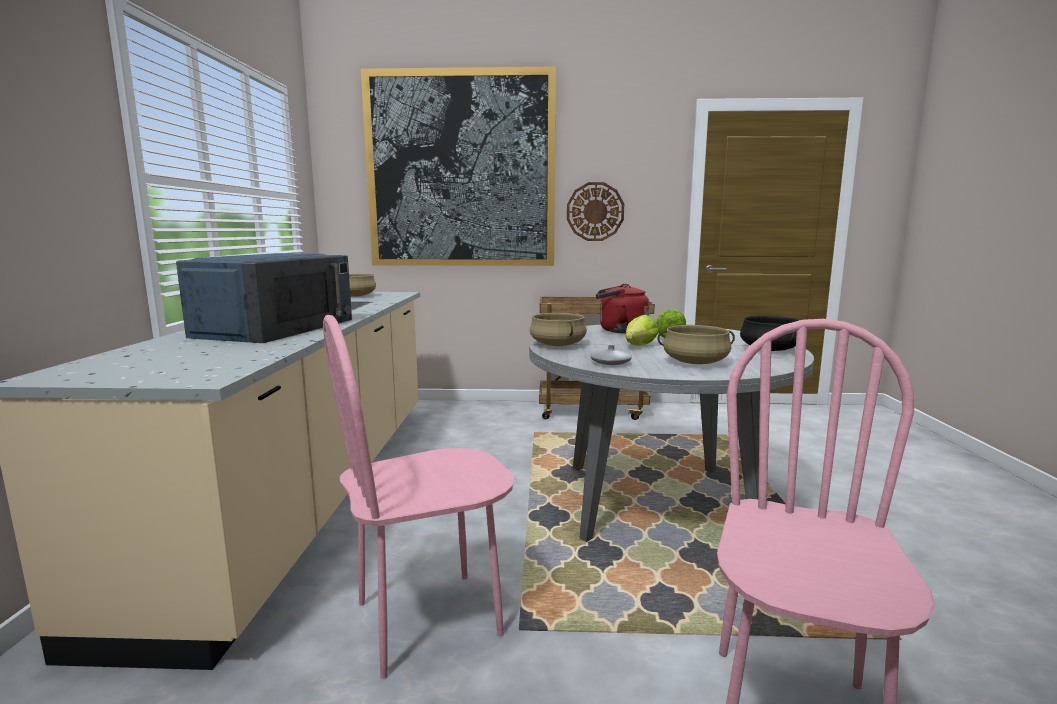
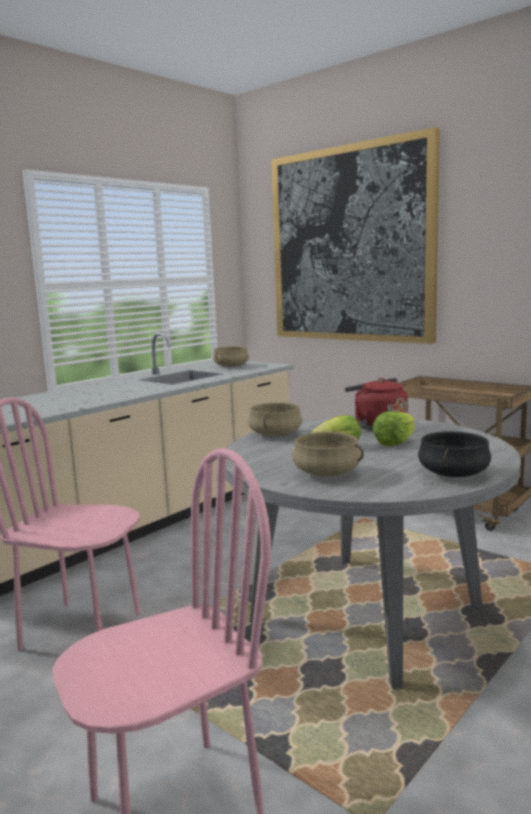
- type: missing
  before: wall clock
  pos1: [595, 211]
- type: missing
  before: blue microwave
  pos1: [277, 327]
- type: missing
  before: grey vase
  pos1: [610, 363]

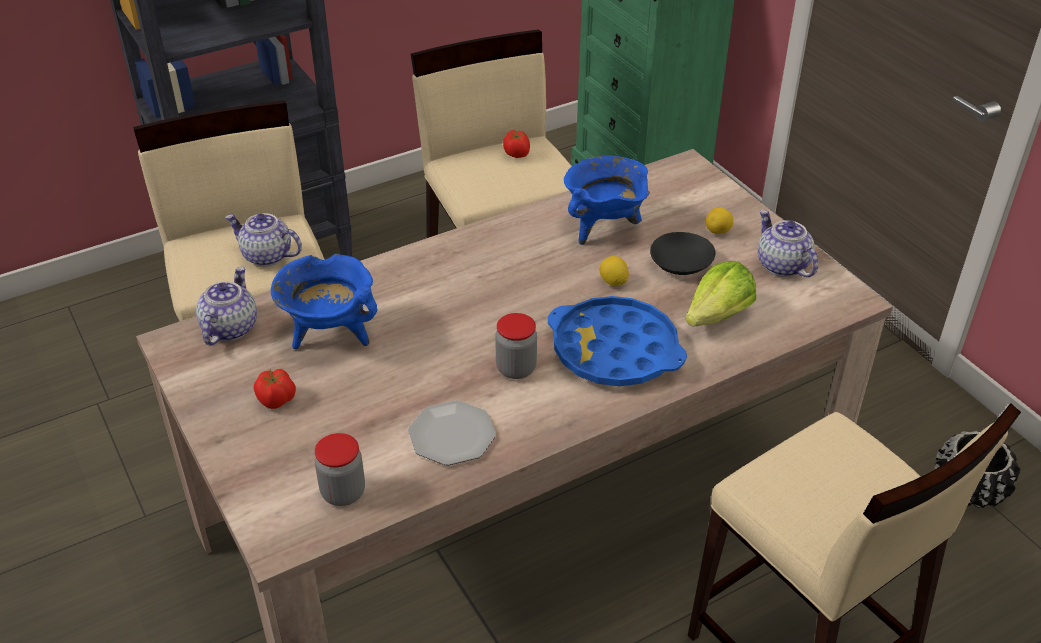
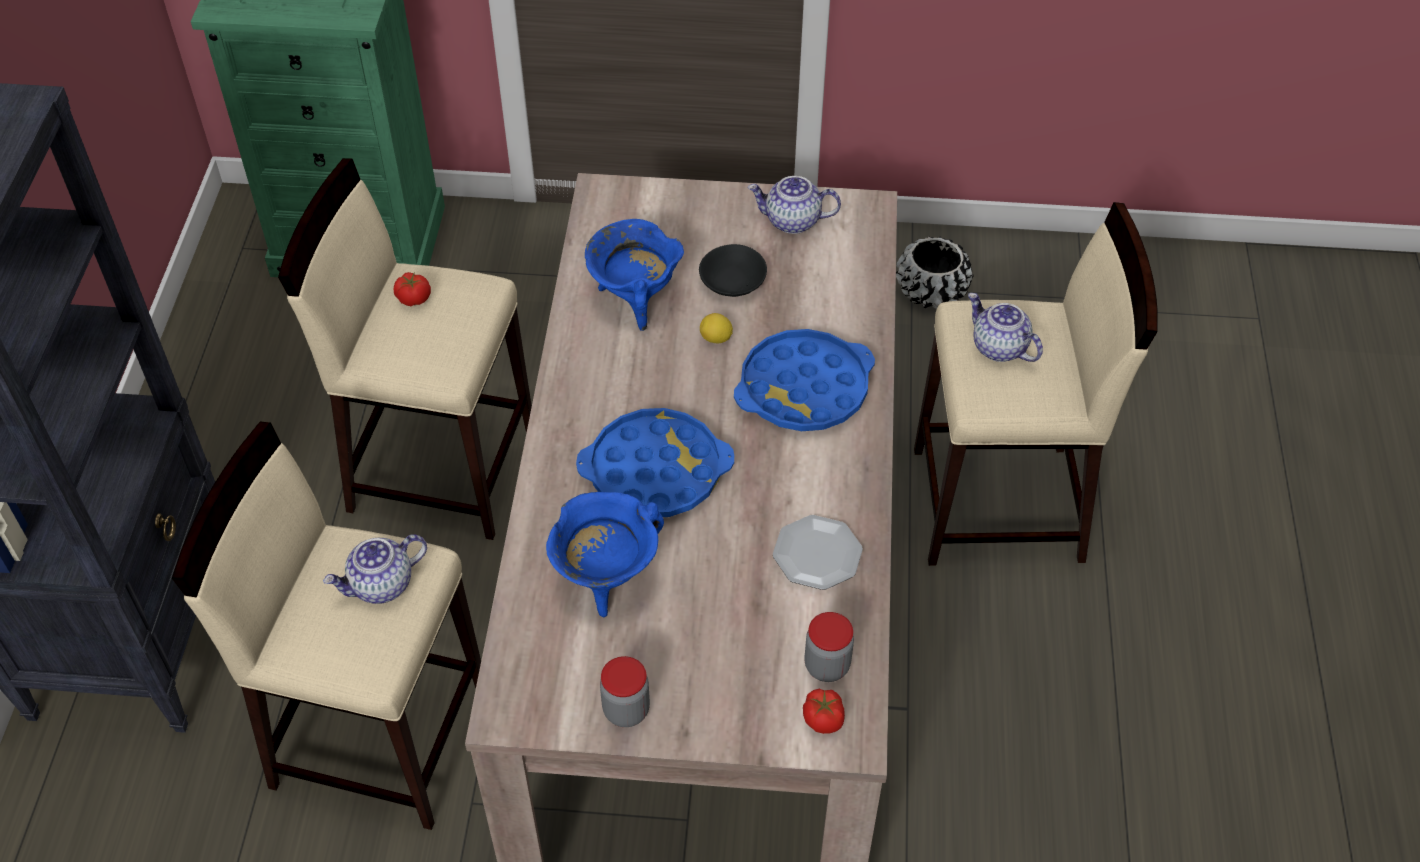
- type: missing
  before: lemon
  pos1: [718, 231]
- type: missing
  before: lettuce
  pos1: [718, 316]
- type: relocated
  before: teapot
  pos1: [229, 327]
  pos2: [998, 347]
- type: relocated
  before: jar
  pos1: [516, 368]
  pos2: [626, 710]
- type: relocated
  before: tomato
  pos1: [277, 400]
  pos2: [823, 719]
- type: appeared
  after: blue tray
  pos2: [655, 471]

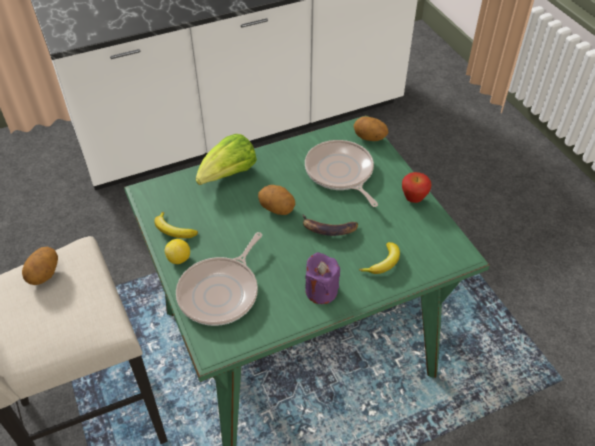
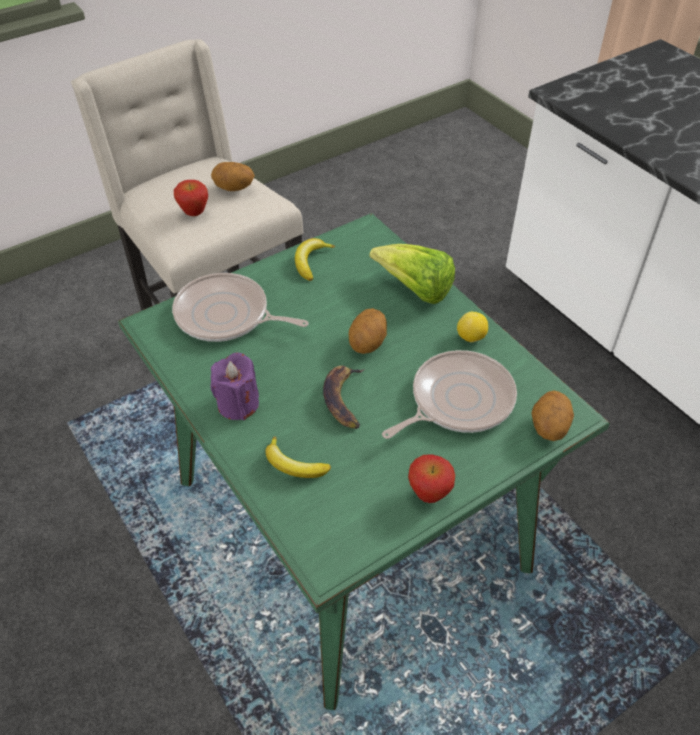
- type: relocated
  before: lemon
  pos1: [179, 259]
  pos2: [471, 338]
- type: appeared
  after: apple
  pos2: [194, 213]

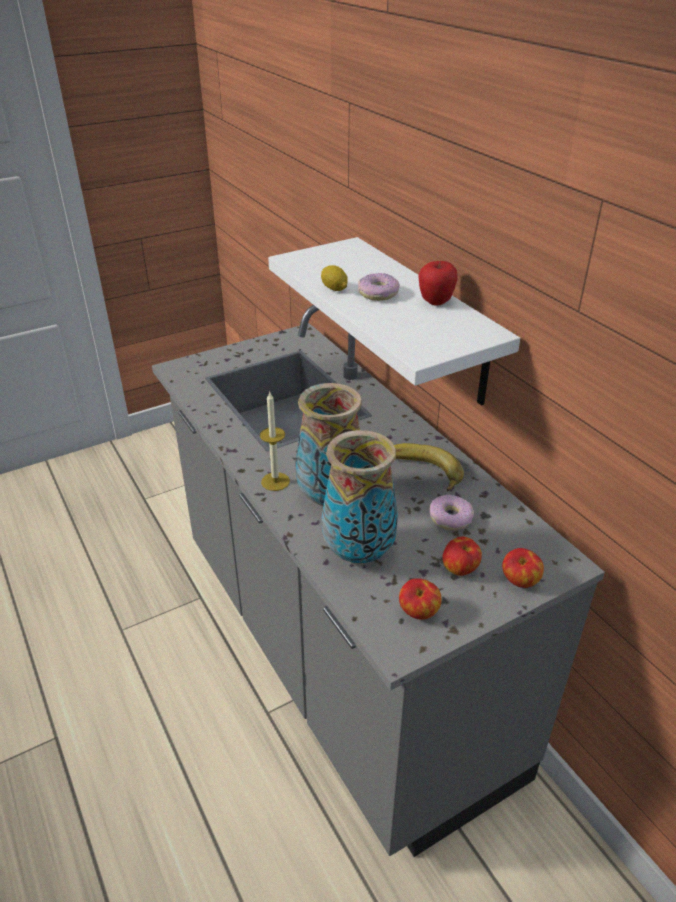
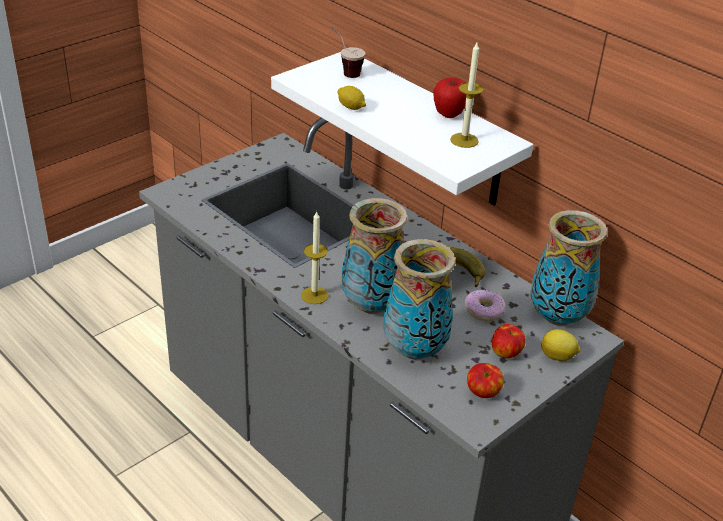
- type: missing
  before: donut
  pos1: [378, 293]
- type: exchanged
  before: apple
  after: lemon
  pos1: [519, 581]
  pos2: [558, 357]
- type: appeared
  after: cup
  pos2: [344, 71]
- type: appeared
  after: candle
  pos2: [464, 140]
- type: appeared
  after: vase
  pos2: [557, 317]

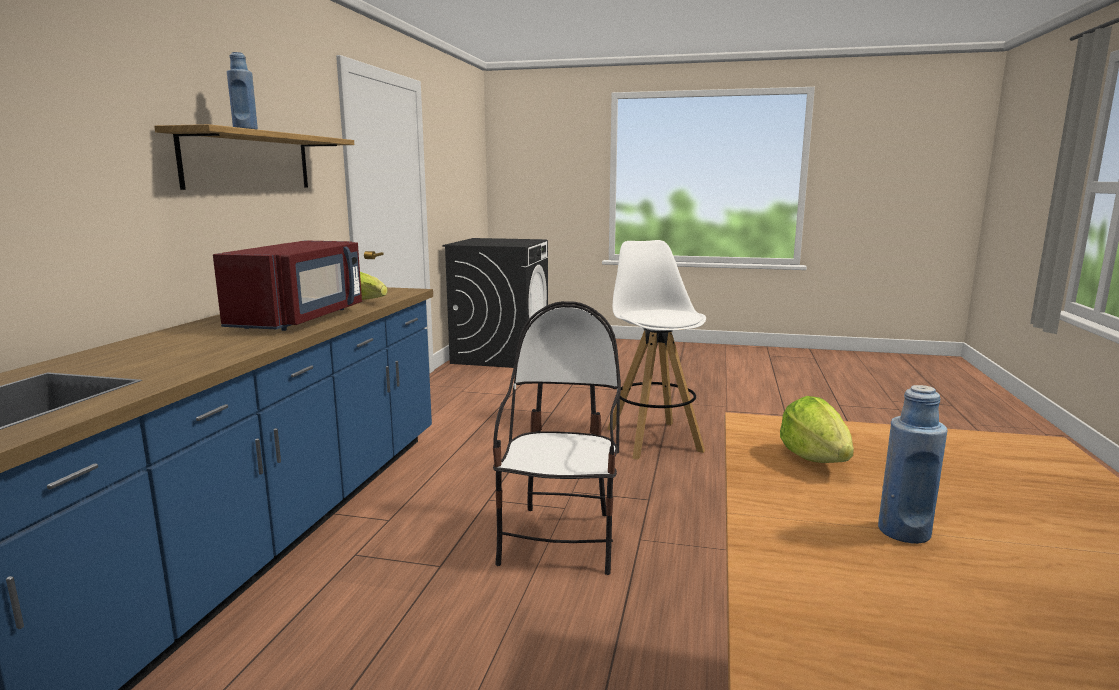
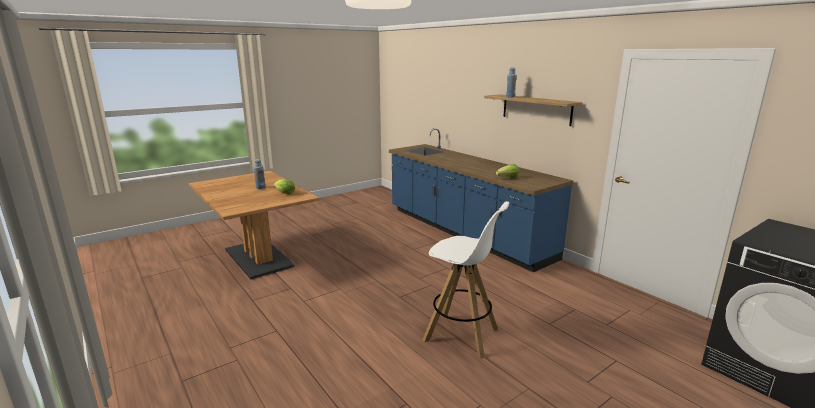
- type: missing
  before: red microwave
  pos1: [301, 319]
- type: missing
  before: chair
  pos1: [561, 540]

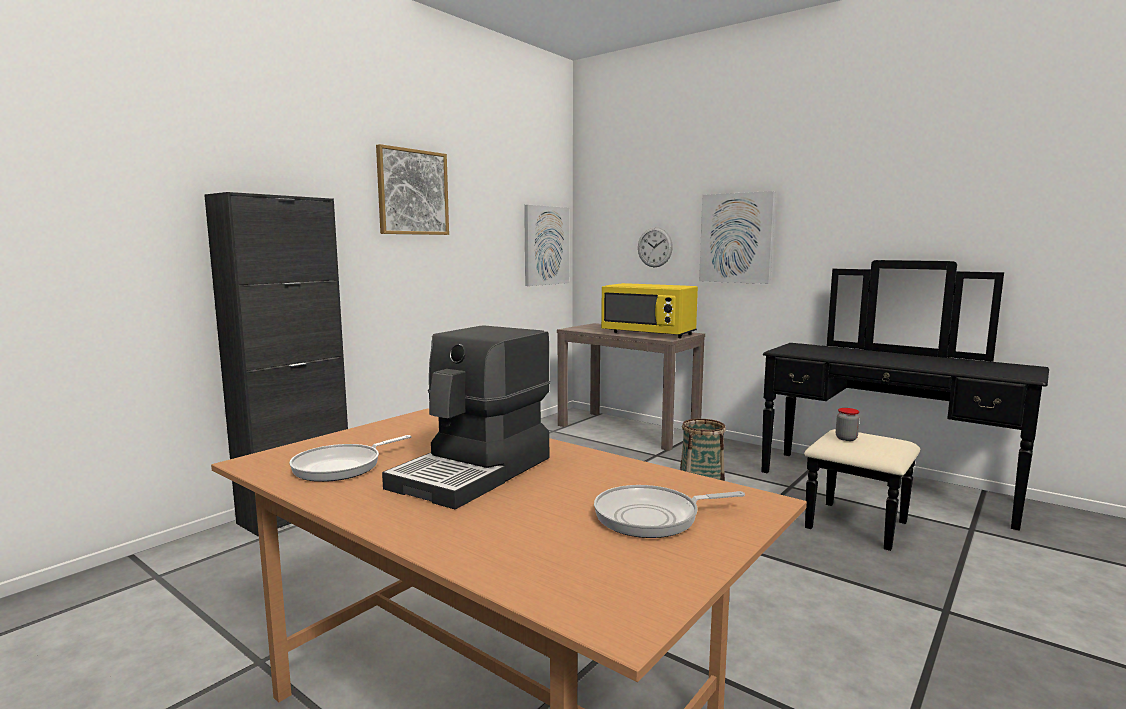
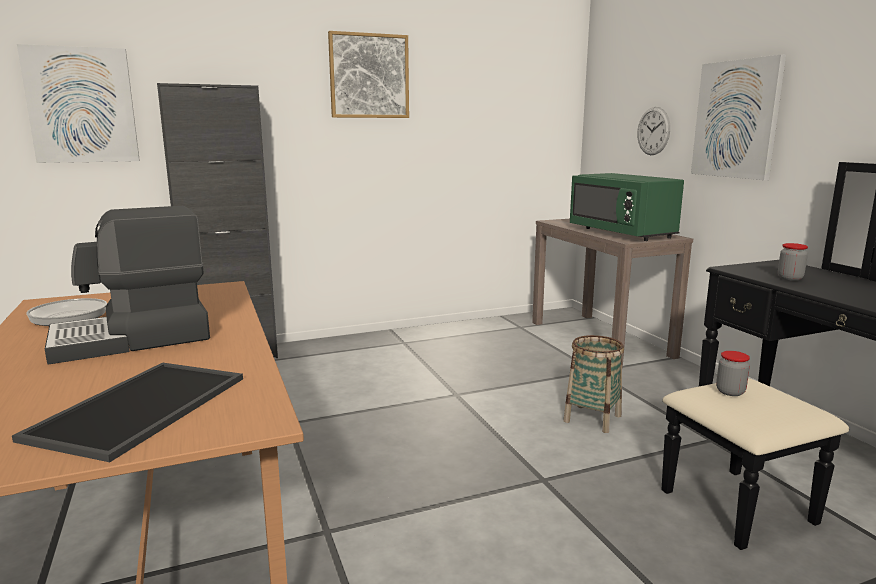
- type: relocated
  before: picture
  pos1: [546, 245]
  pos2: [82, 105]
- type: colour
  before: yellow microwave
  after: green microwave
  pos1: [649, 333]
  pos2: [622, 233]
- type: exchanged
  before: frying pan
  after: tray
  pos1: [652, 517]
  pos2: [141, 408]
- type: appeared
  after: jar
  pos2: [790, 278]

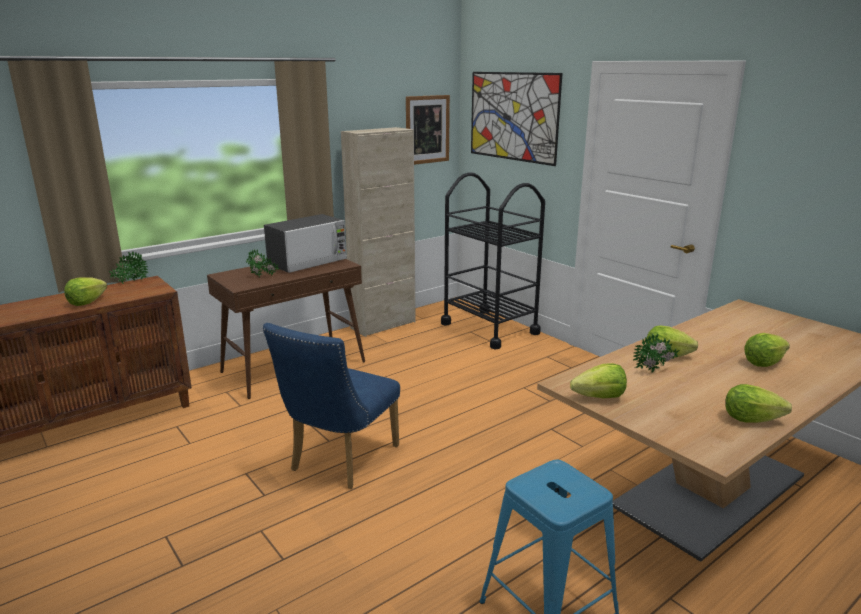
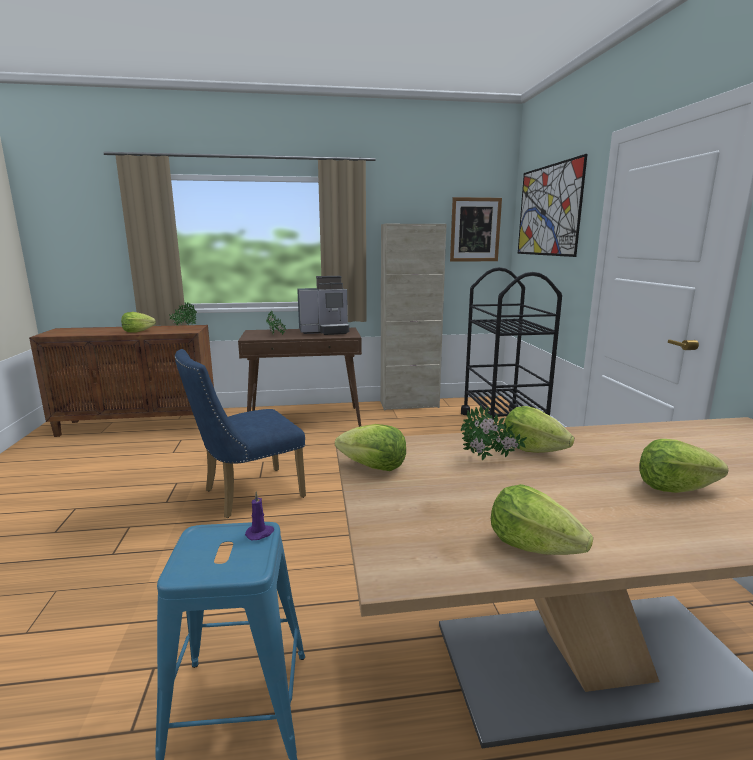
- type: exchanged
  before: microwave
  after: coffee machine
  pos1: [308, 262]
  pos2: [325, 331]
- type: appeared
  after: purple candle
  pos2: [260, 533]

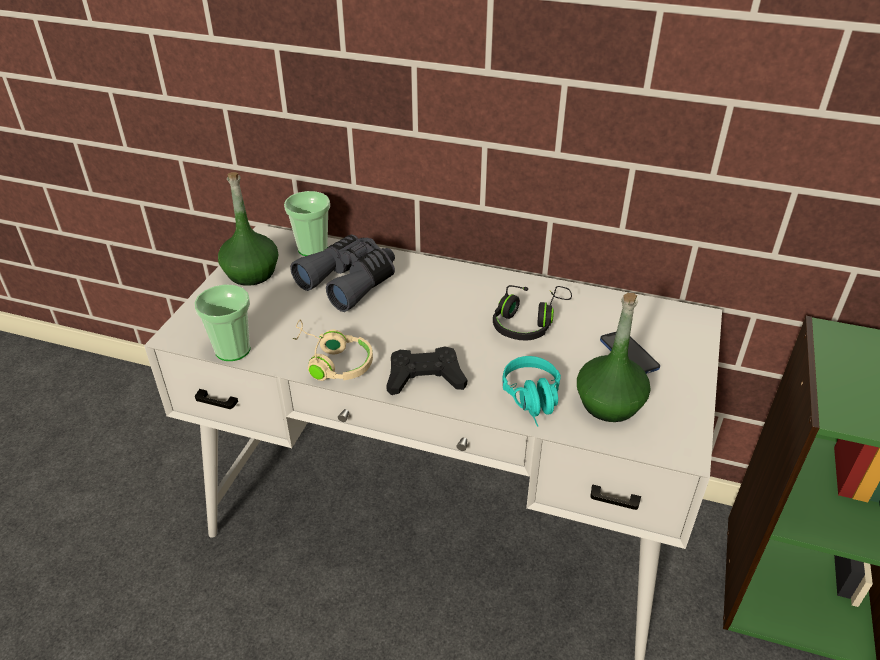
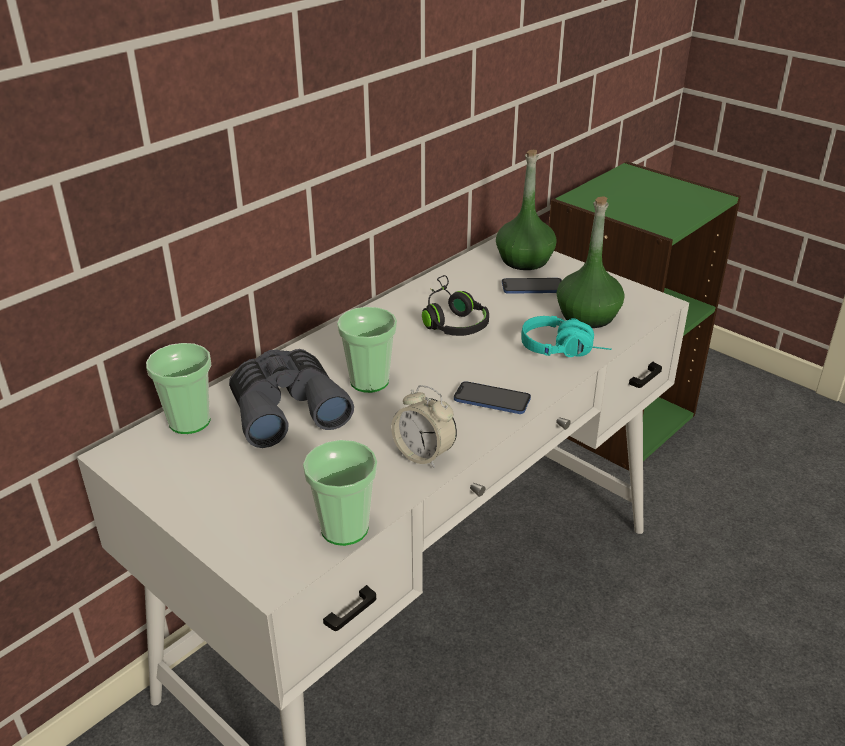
- type: relocated
  before: green bottle
  pos1: [251, 273]
  pos2: [524, 260]
- type: exchanged
  before: beige headphones
  after: alarm clock
  pos1: [331, 361]
  pos2: [424, 454]
- type: exchanged
  before: black game controller
  after: phone
  pos1: [425, 377]
  pos2: [492, 399]
- type: appeared
  after: cup
  pos2: [369, 381]

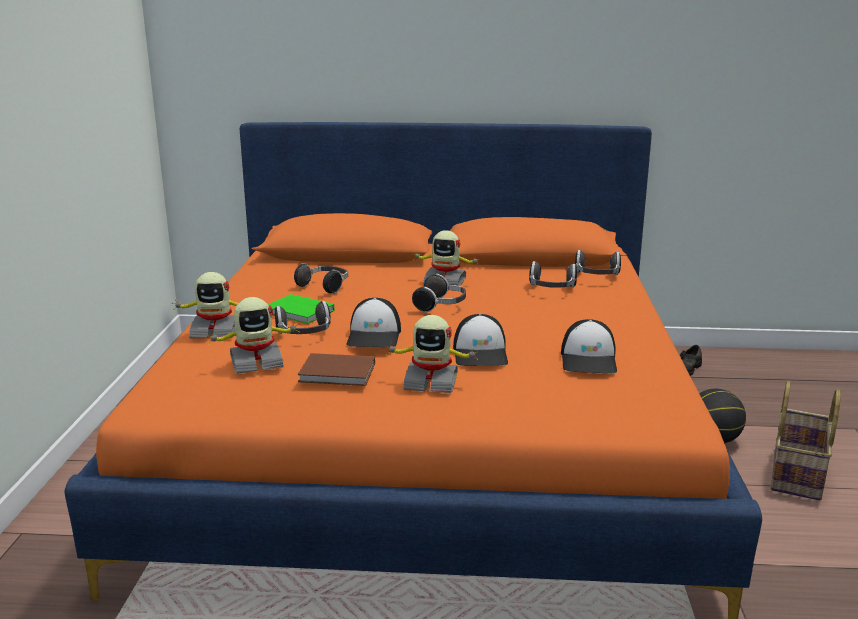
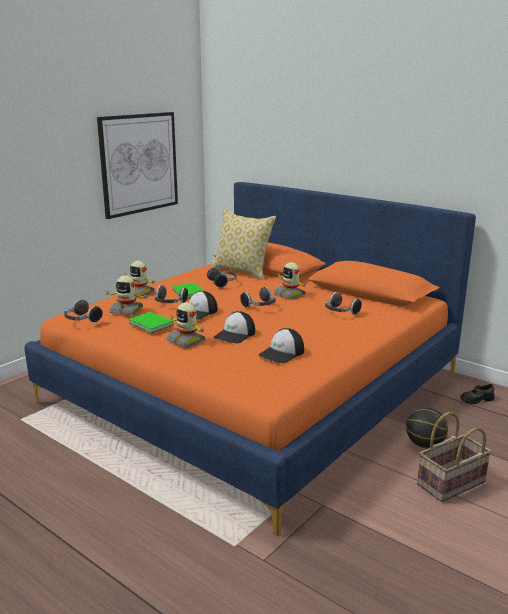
- type: relocated
  before: headphones
  pos1: [596, 276]
  pos2: [82, 320]
- type: colour
  before: brown book
  after: green book
  pos1: [339, 373]
  pos2: [151, 324]
- type: appeared
  after: picture
  pos2: [139, 163]
- type: appeared
  after: pillow
  pos2: [242, 271]

